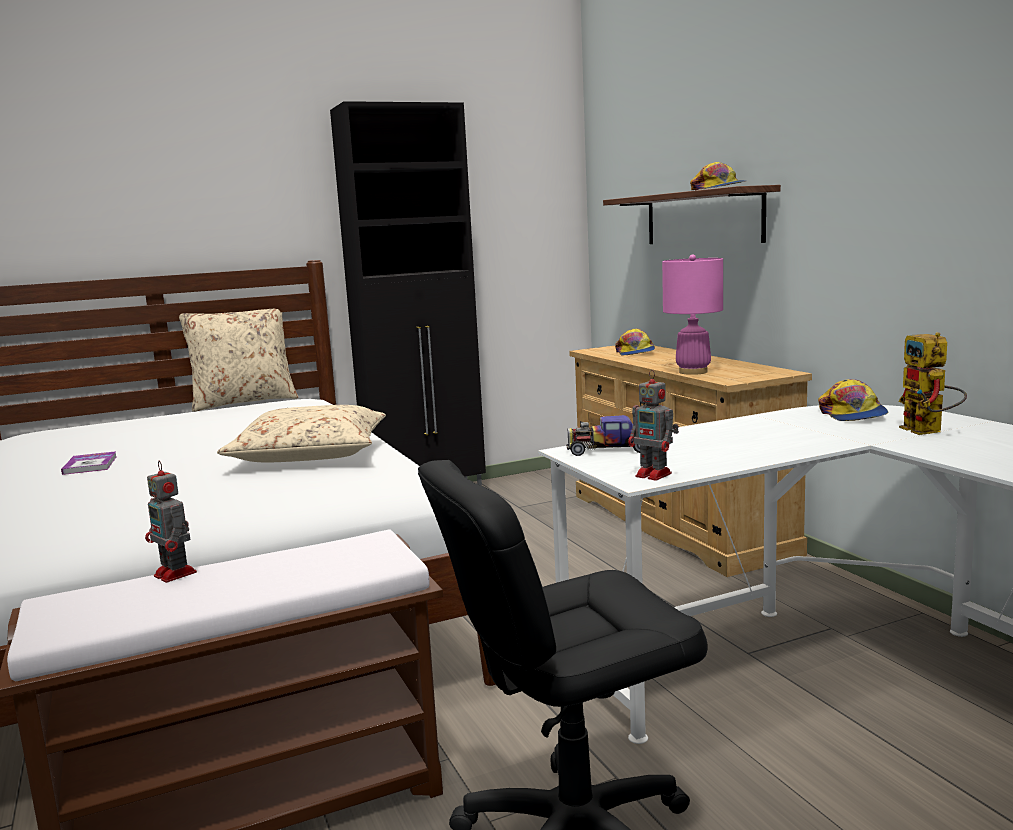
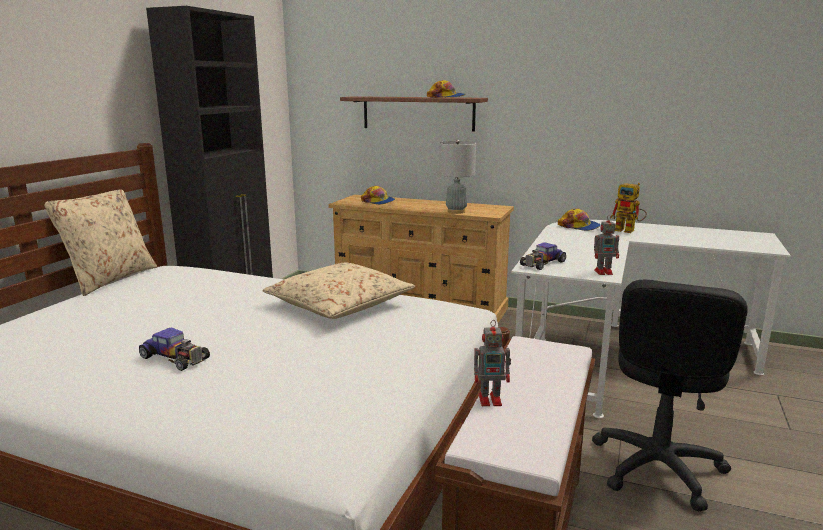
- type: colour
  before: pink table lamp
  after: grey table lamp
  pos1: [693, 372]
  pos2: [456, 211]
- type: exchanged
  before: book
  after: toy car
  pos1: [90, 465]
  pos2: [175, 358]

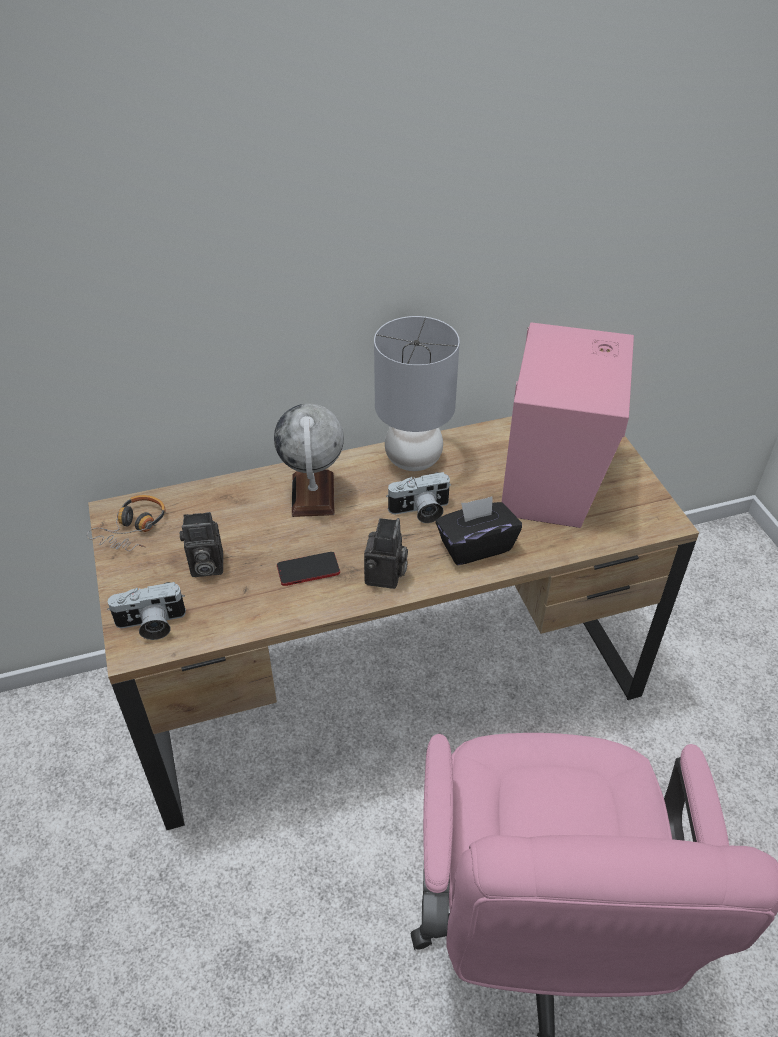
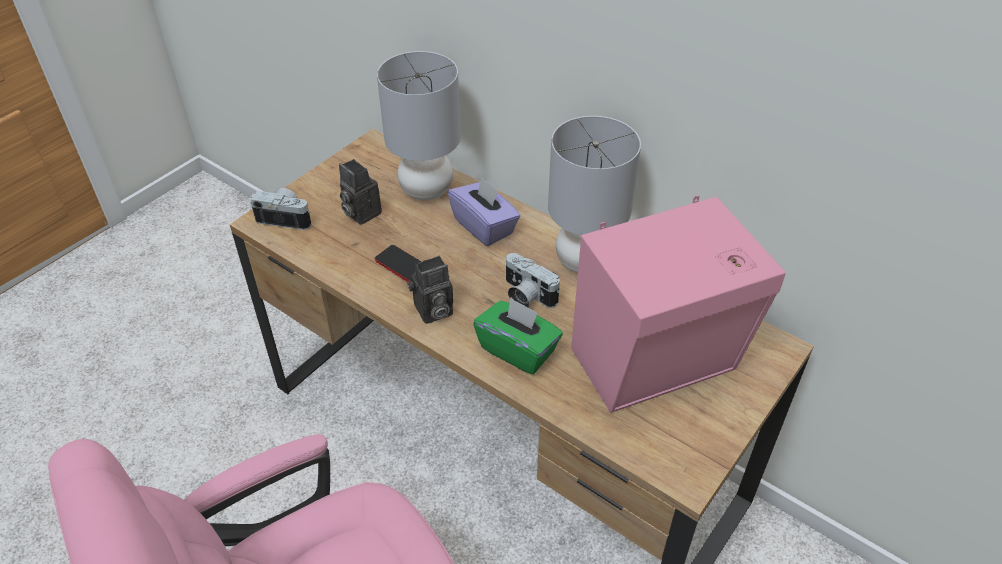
- type: exchanged
  before: globe
  after: purple tissue box
  pos1: [313, 494]
  pos2: [484, 226]
- type: missing
  before: headphones
  pos1: [133, 529]
- type: colour
  before: black tissue box
  after: green tissue box
  pos1: [475, 546]
  pos2: [518, 350]
- type: spun
  before: photo camera
  pos1: [151, 625]
  pos2: [286, 217]
  turn: 150
- type: appeared
  after: grey table lamp
  pos2: [427, 189]

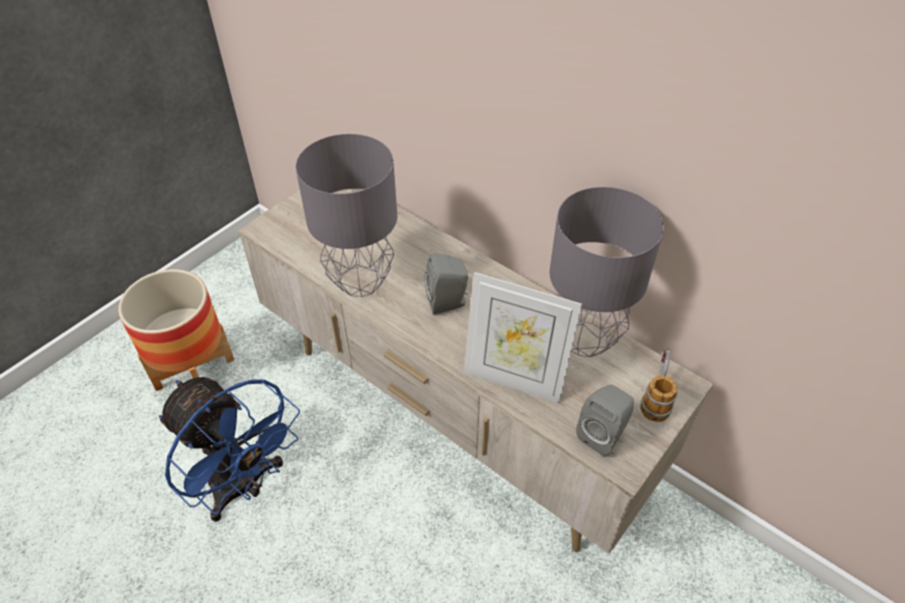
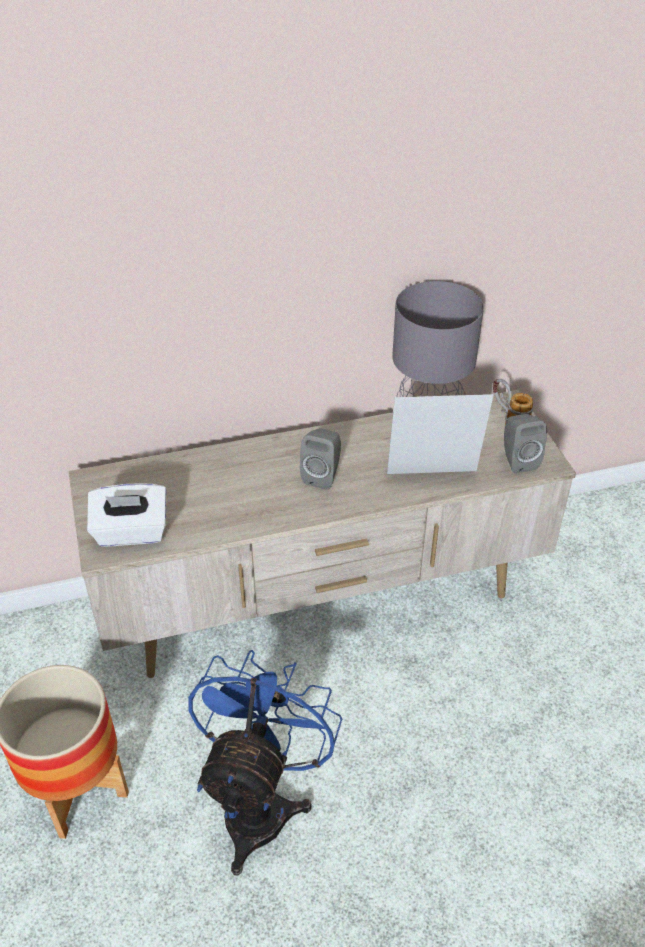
- type: missing
  before: grey table lamp
  pos1: [359, 281]
- type: spun
  before: picture frame
  pos1: [514, 379]
  pos2: [433, 478]
  turn: -150
- type: spun
  before: blue fan
  pos1: [244, 486]
  pos2: [261, 803]
  turn: -60
- type: appeared
  after: white tissue box
  pos2: [131, 533]

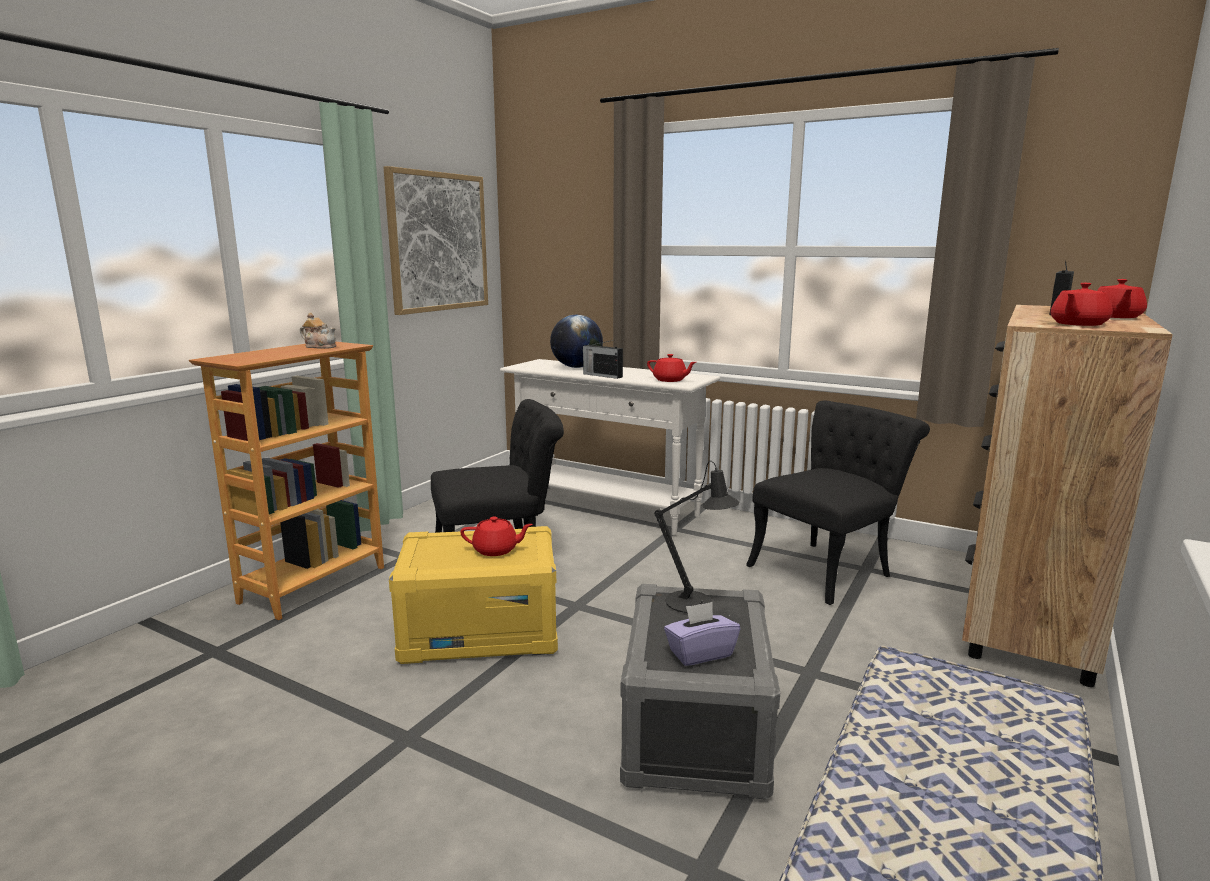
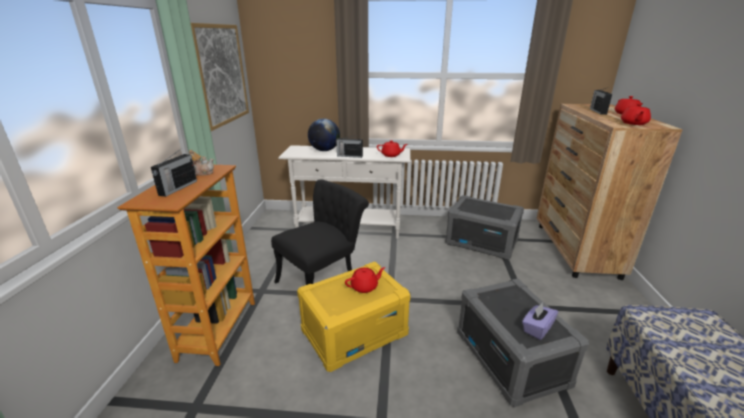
- type: exchanged
  before: black chair
  after: grey storage box
  pos1: [828, 568]
  pos2: [482, 242]
- type: missing
  before: black table lamp
  pos1: [695, 603]
- type: appeared
  after: radio
  pos2: [177, 188]

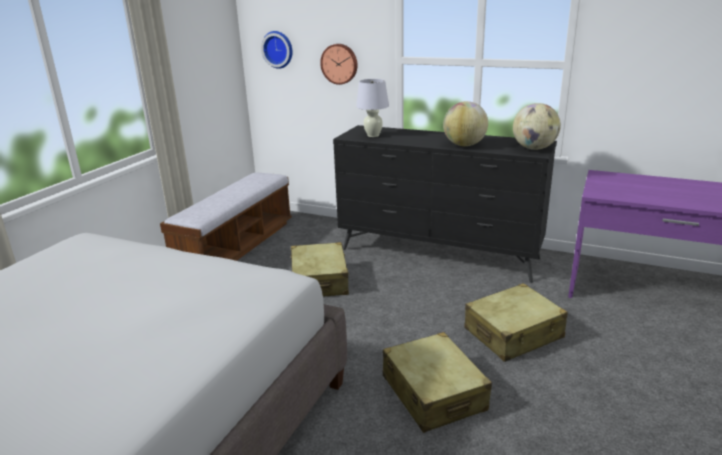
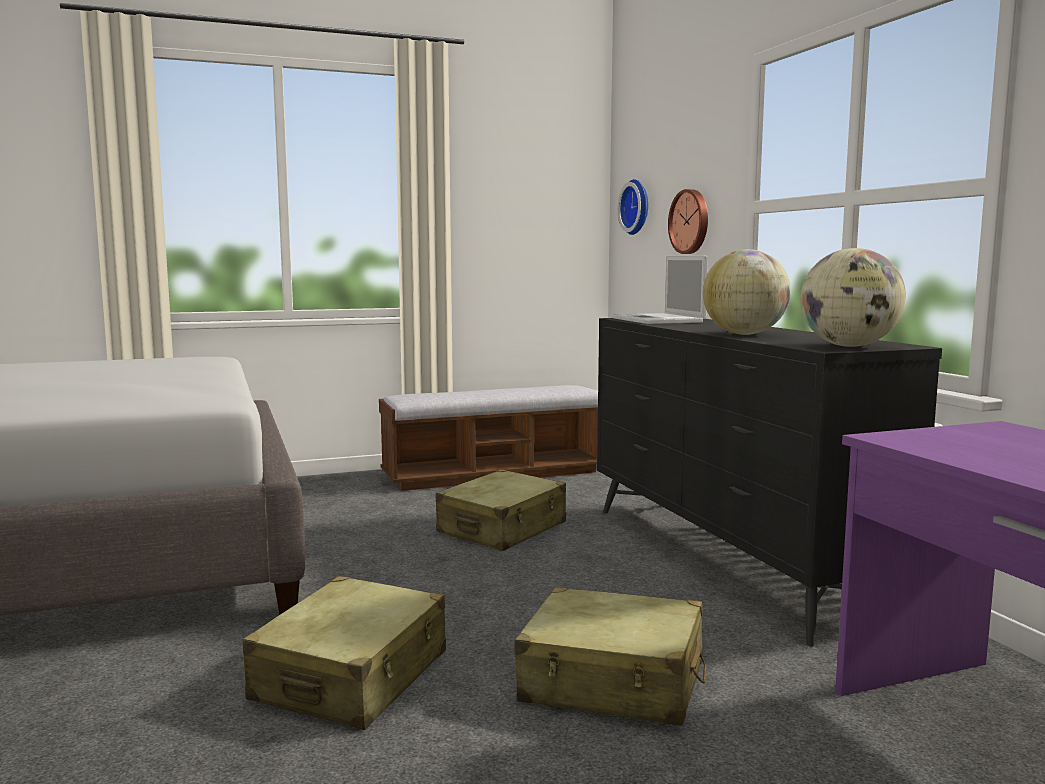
- type: exchanged
  before: white table lamp
  after: laptop
  pos1: [373, 135]
  pos2: [659, 320]

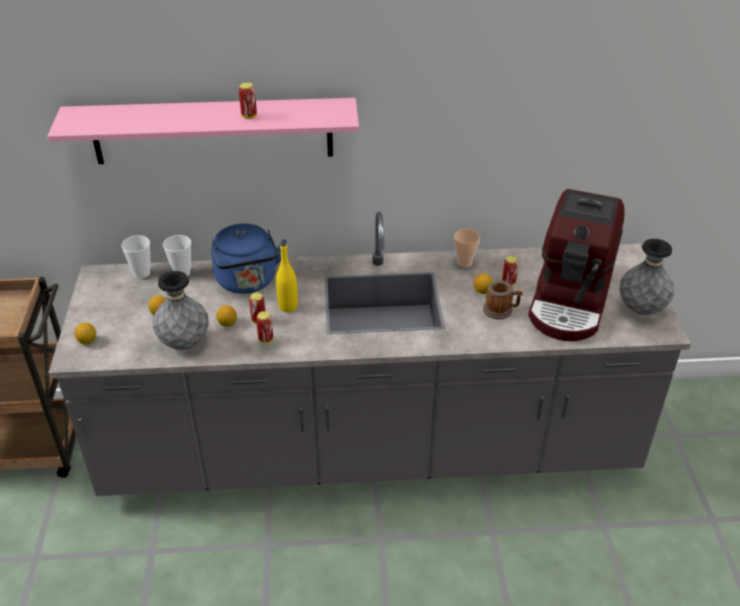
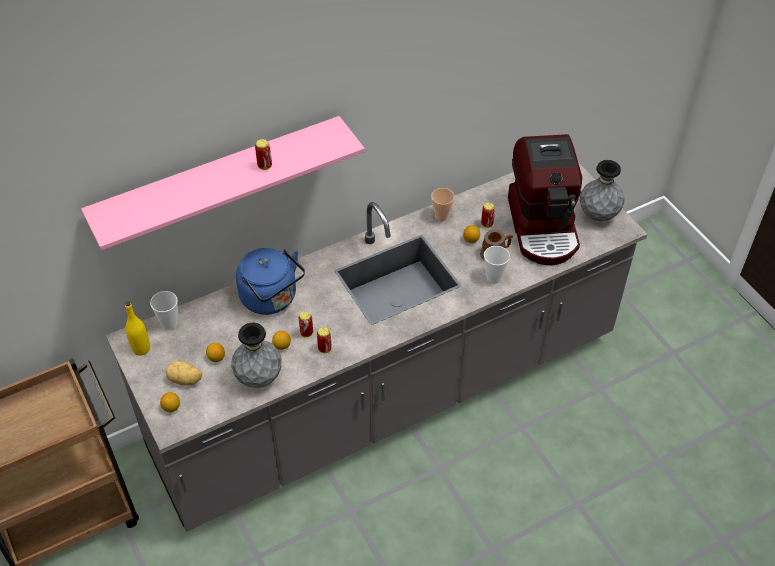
- type: relocated
  before: cup
  pos1: [182, 272]
  pos2: [494, 278]
- type: relocated
  before: yellow bottle
  pos1: [288, 306]
  pos2: [141, 349]
- type: appeared
  after: potato
  pos2: [185, 380]

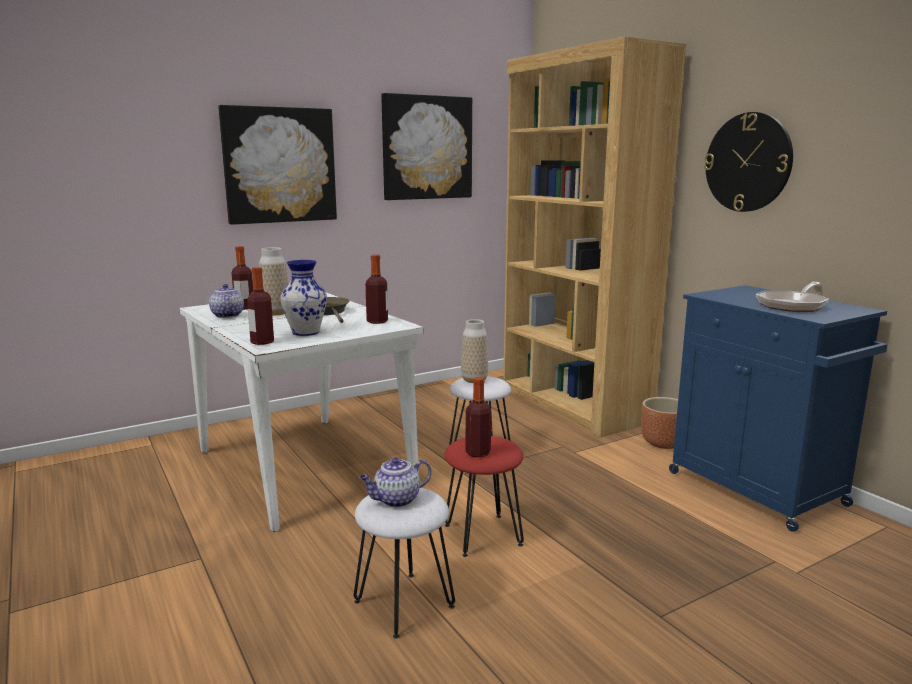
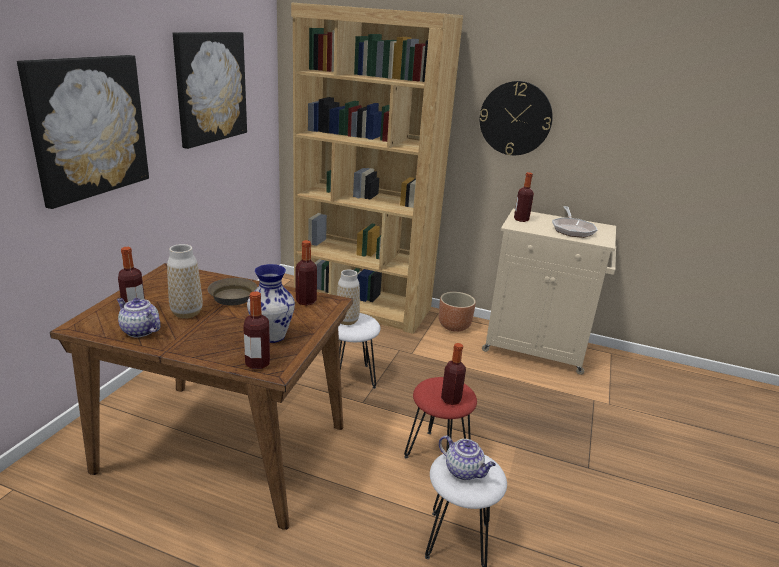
- type: colour
  before: blue cabinet
  after: beige cabinet
  pos1: [759, 490]
  pos2: [537, 348]
- type: colour
  before: white dining table
  after: brown dining table
  pos1: [303, 466]
  pos2: [222, 448]
- type: spun
  before: teapot
  pos1: [396, 500]
  pos2: [464, 471]
  turn: -75
- type: appeared
  after: bottle
  pos2: [521, 219]

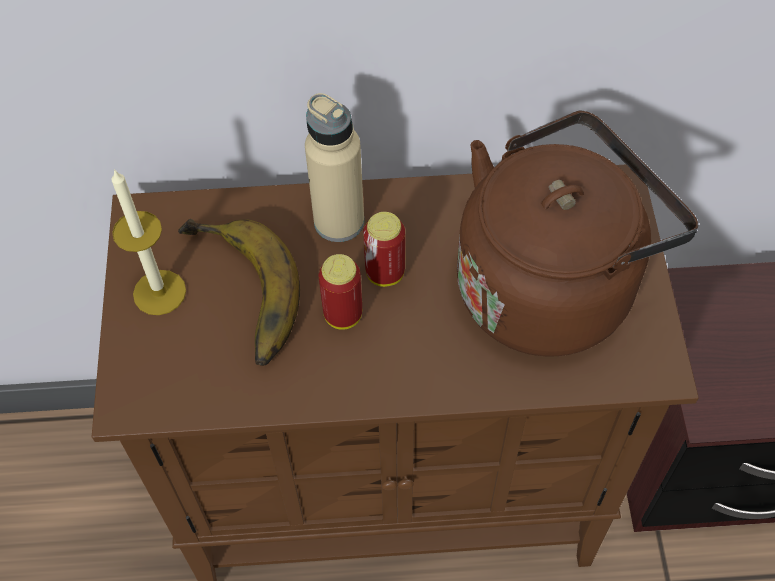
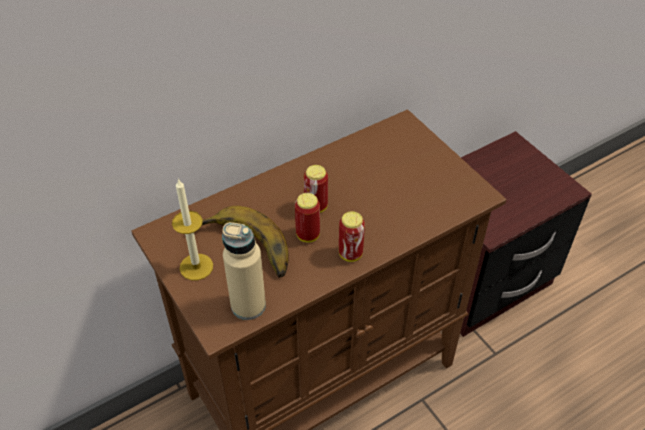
- type: relocated
  before: beige bottle
  pos1: [339, 221]
  pos2: [248, 305]
- type: missing
  before: brown kettle
  pos1: [551, 284]
- type: appeared
  after: can
  pos2: [350, 254]

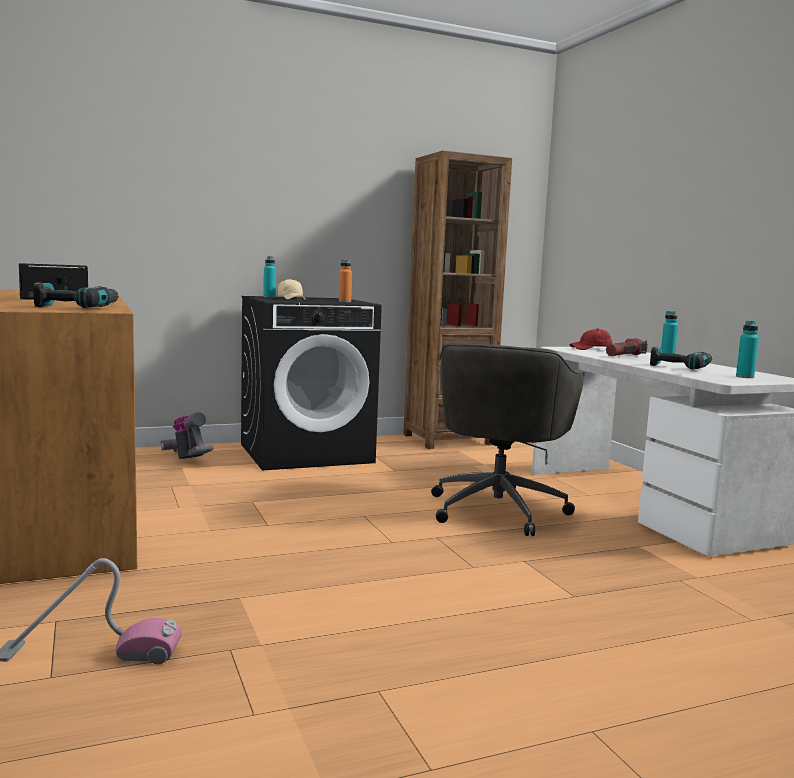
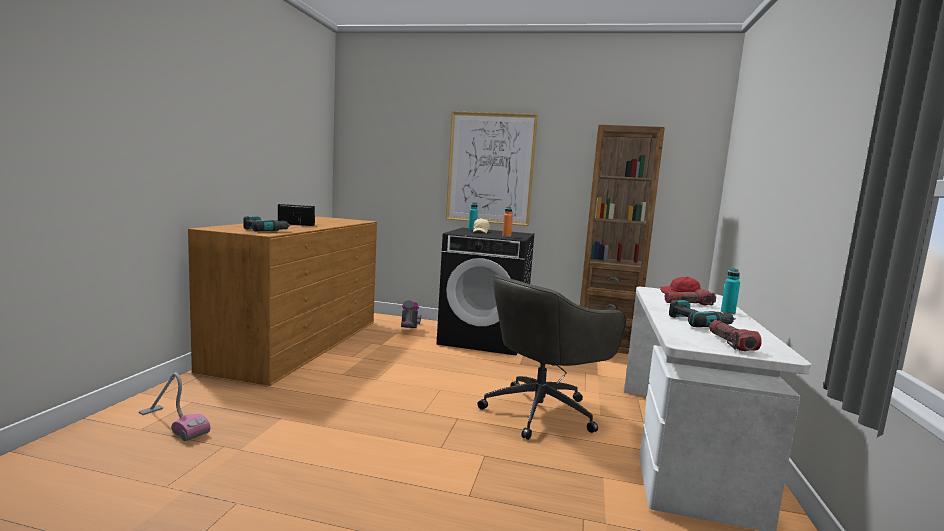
- type: exchanged
  before: turquoise bottle
  after: flashlight
  pos1: [744, 377]
  pos2: [730, 343]
- type: appeared
  after: picture
  pos2: [490, 168]

